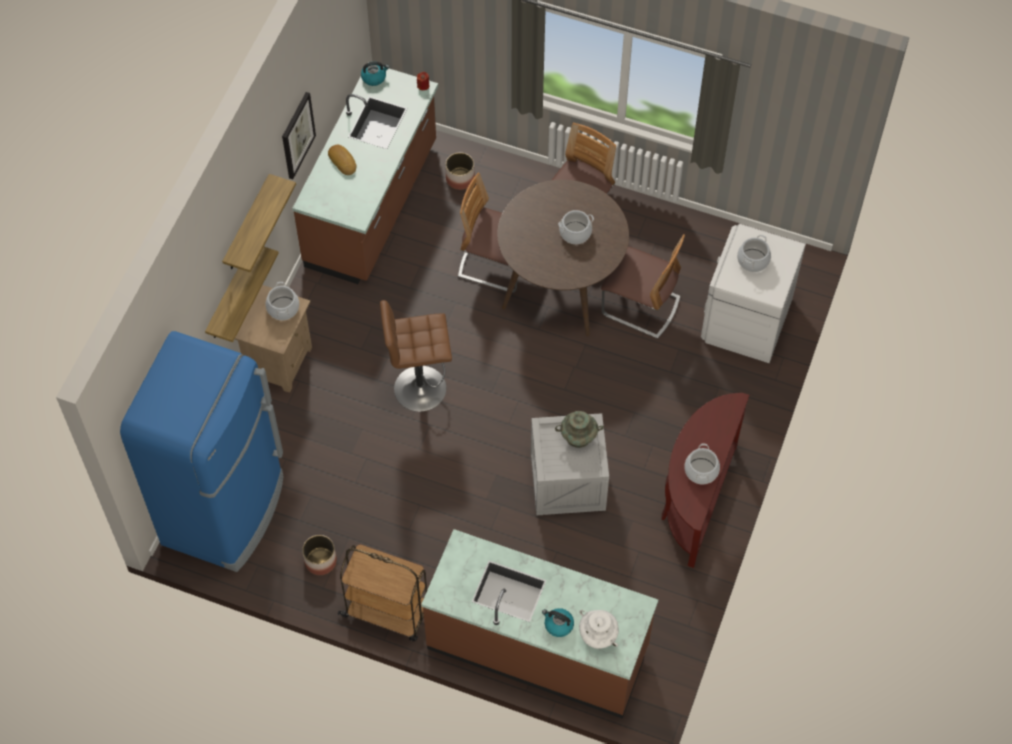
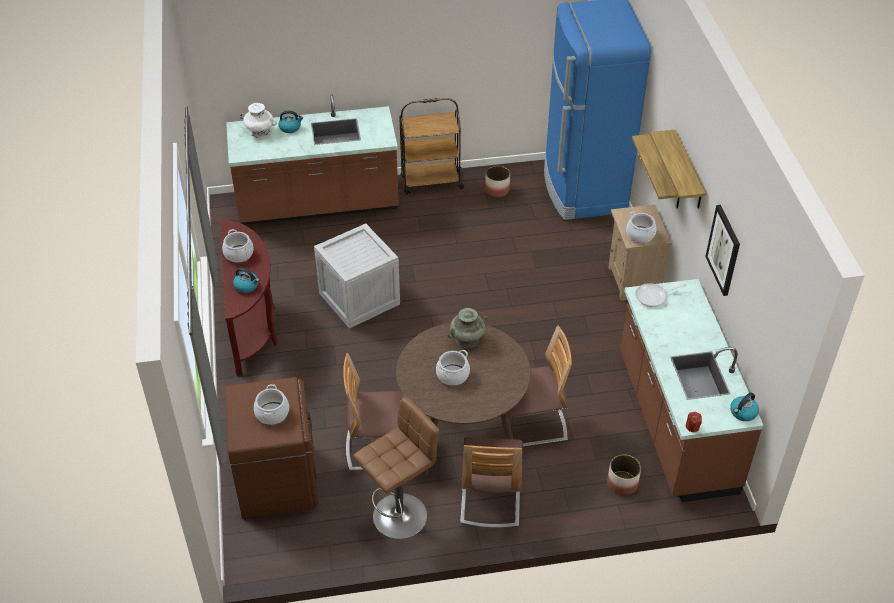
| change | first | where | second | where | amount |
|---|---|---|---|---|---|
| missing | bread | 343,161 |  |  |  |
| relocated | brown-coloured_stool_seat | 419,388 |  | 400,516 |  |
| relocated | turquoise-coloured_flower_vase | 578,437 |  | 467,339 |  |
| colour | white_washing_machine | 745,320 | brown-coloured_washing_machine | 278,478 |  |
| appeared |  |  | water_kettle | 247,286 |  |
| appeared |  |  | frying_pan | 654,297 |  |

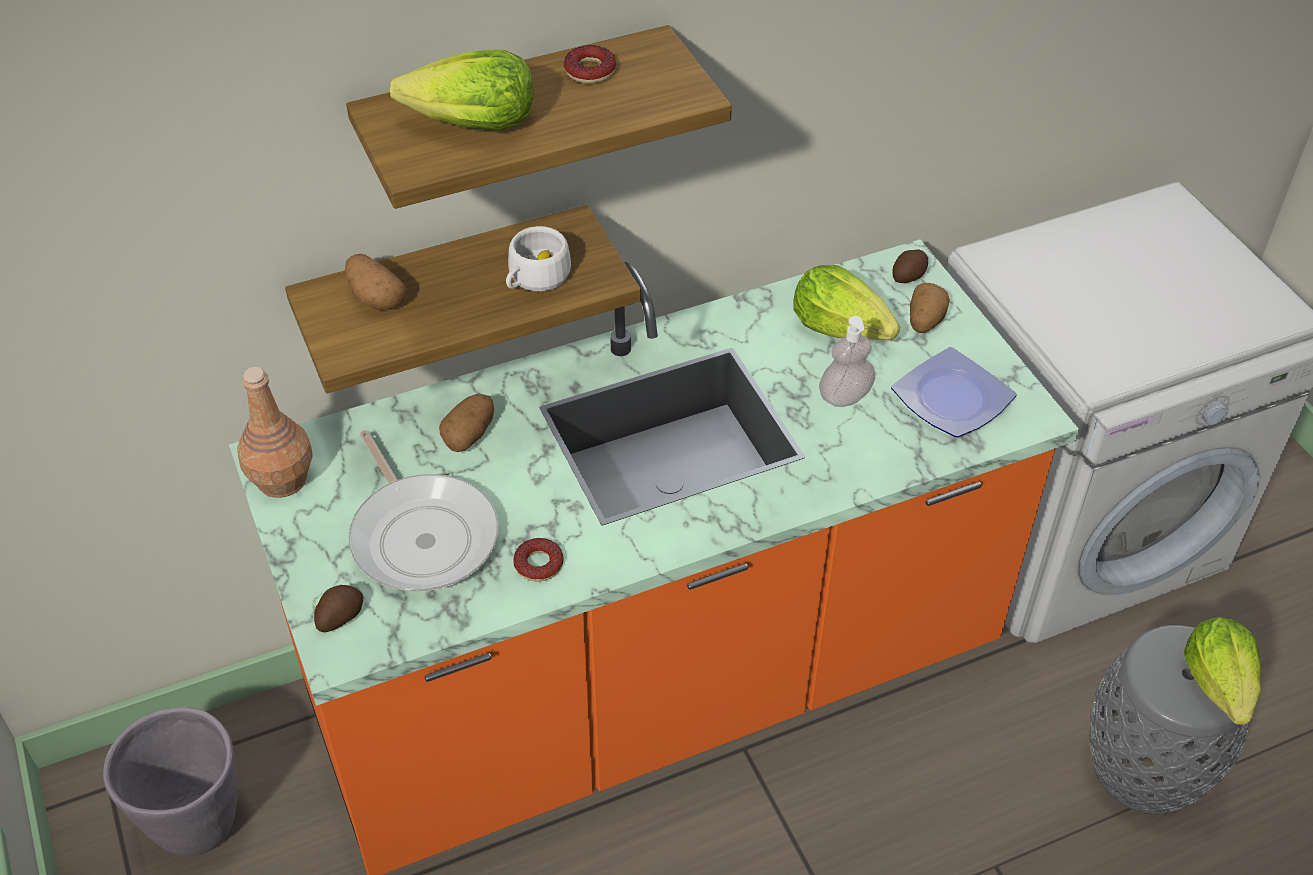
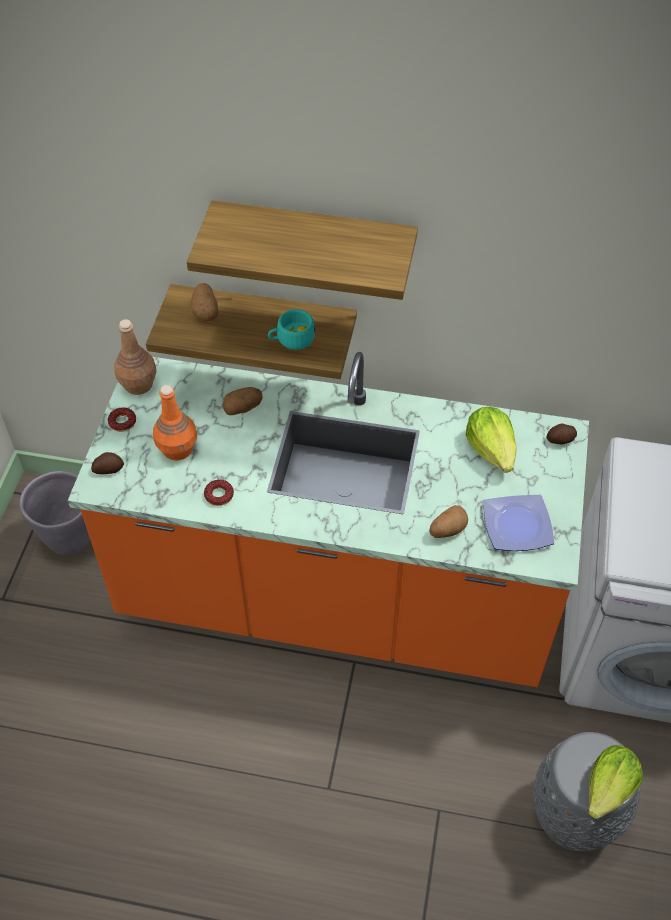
| change | first | where | second | where | amount |
|---|---|---|---|---|---|
| exchanged | frying_pan | 422,534 | orange-coloured_beverage_bottle | 178,448 |  |
| missing | head_of_lettuce | 472,124 |  |  |  |
| colour | white_cup | 535,278 | turquoise-coloured_cup | 291,339 |  |
| relocated | ring_doughnut | 590,71 |  | 122,422 |  |
| missing | liquid_soap_bottle | 845,396 |  |  |  |
| relocated | whole_potato | 924,321 |  | 447,530 |  |

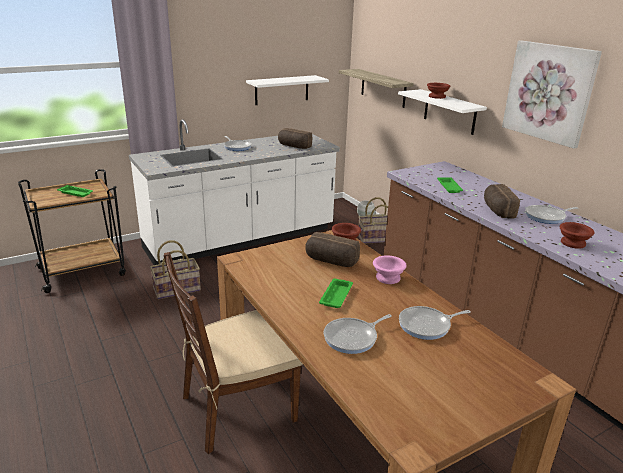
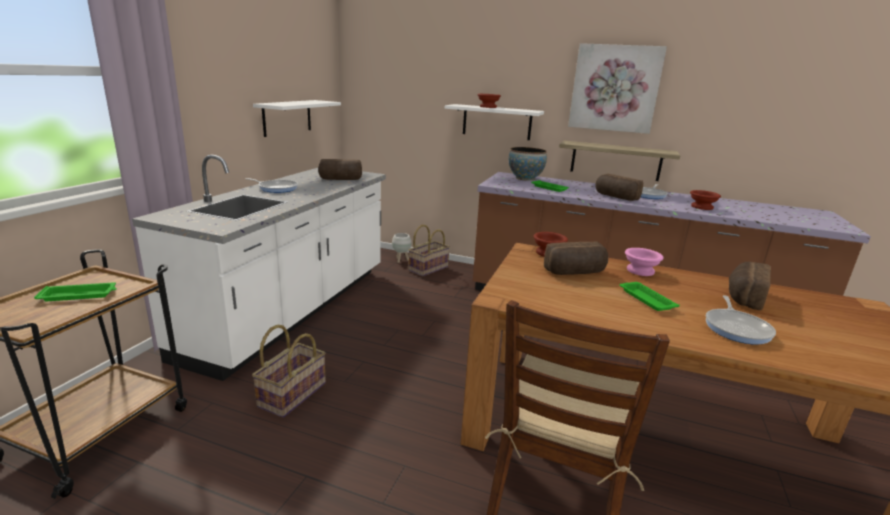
| change | first | where | second | where | amount |
|---|---|---|---|---|---|
| relocated | bracket_shelf | 383,88 |  | 615,161 |  |
| exchanged | frying_pan | 427,325 | bread | 743,296 |  |
| appeared |  |  | deep_dish | 525,178 |  |

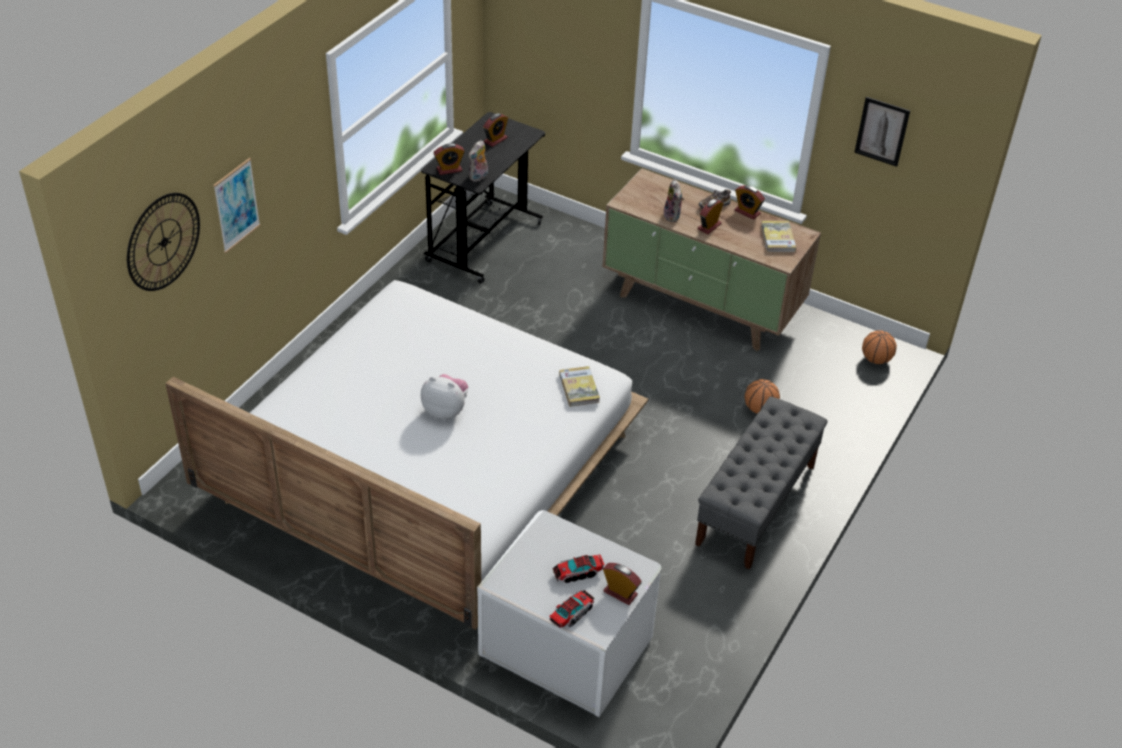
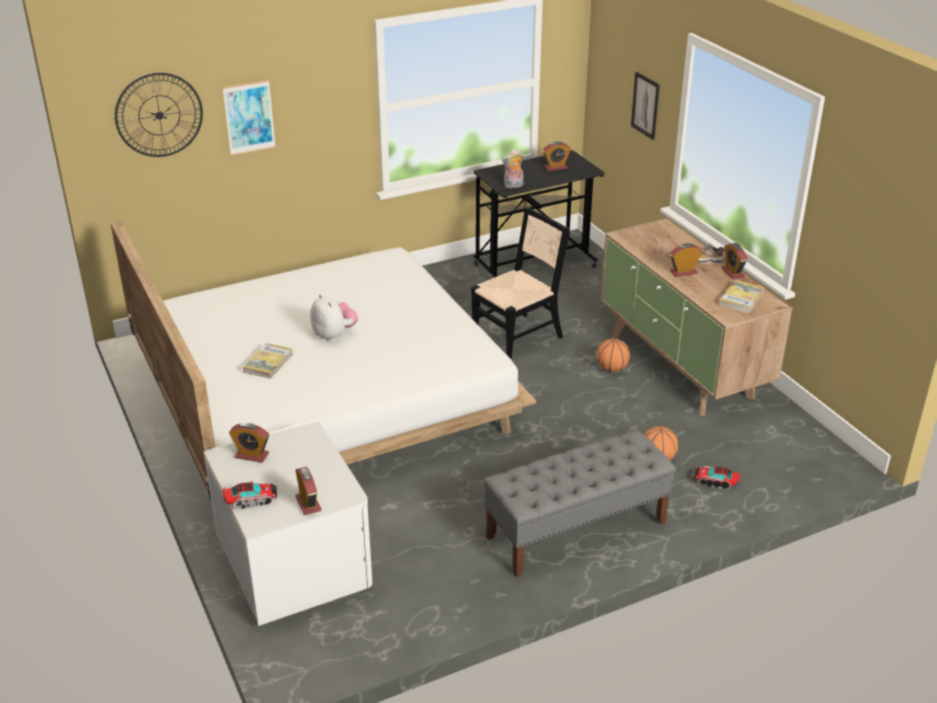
| change | first | where | second | where | amount |
|---|---|---|---|---|---|
| relocated | alarm_clock | 449,169 |  | 251,455 |  |
| relocated | toy_truck | 577,573 |  | 715,482 |  |
| relocated | bound_book | 579,388 |  | 268,363 |  |
| missing | soft_toy | 673,216 |  |  |  |
| relocated | wall_picture | 882,131 |  | 645,105 |  |
| relocated | basketball_ball | 876,359 |  | 612,369 |  |
| appeared |  |  | upright_chair | 517,338 |  |

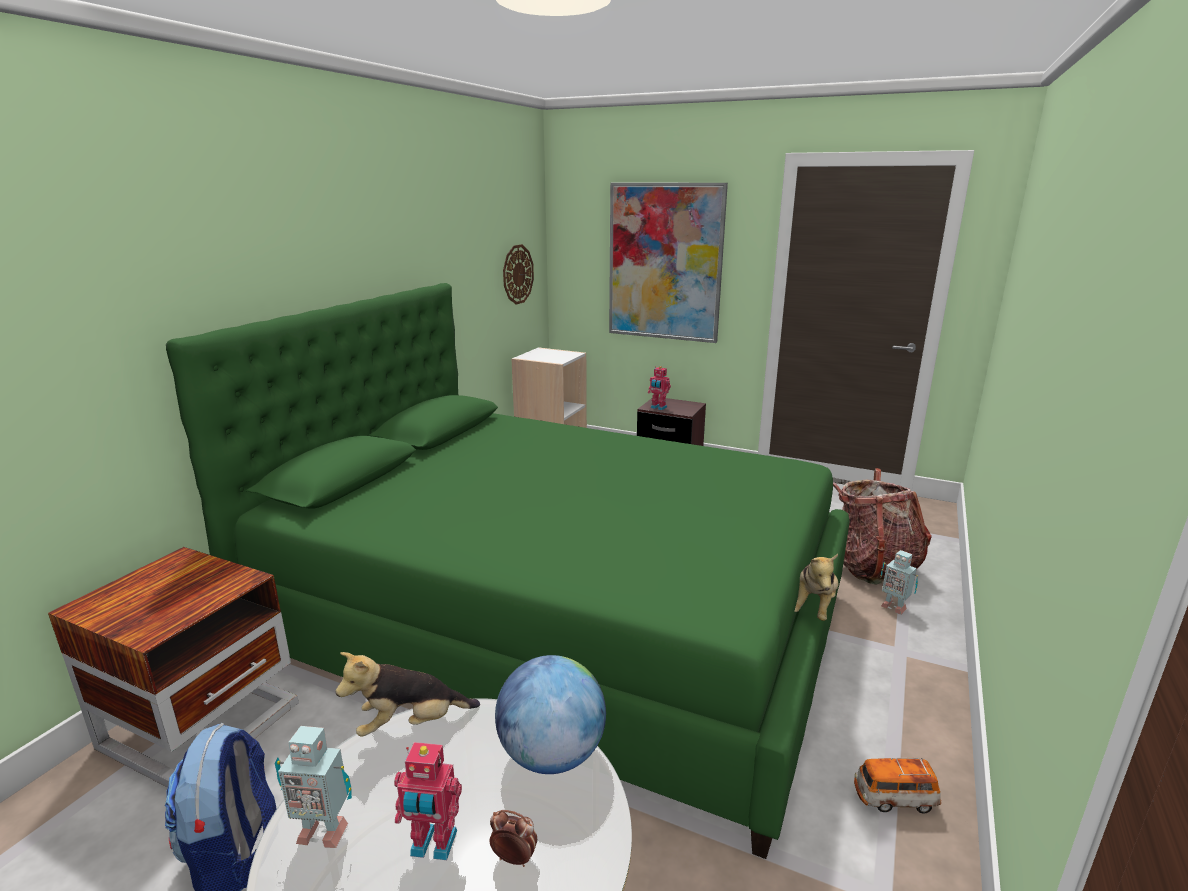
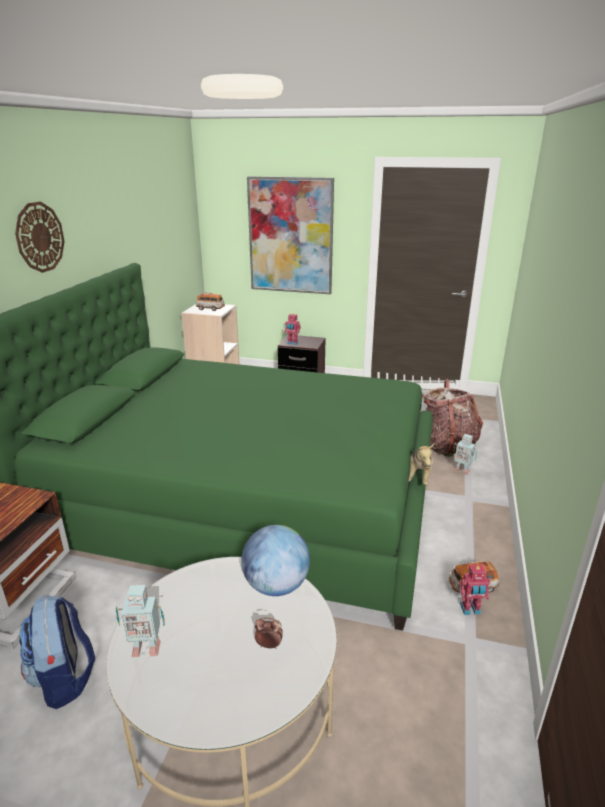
| change | first | where | second | where | amount |
|---|---|---|---|---|---|
| missing | soft_toy | 410,724 |  |  |  |
| relocated | robot_figure | 433,846 |  | 470,610 |  |
| relocated | wall_clock | 517,274 |  | 39,237 |  |
| appeared |  |  | miniature_car | 210,309 |  |

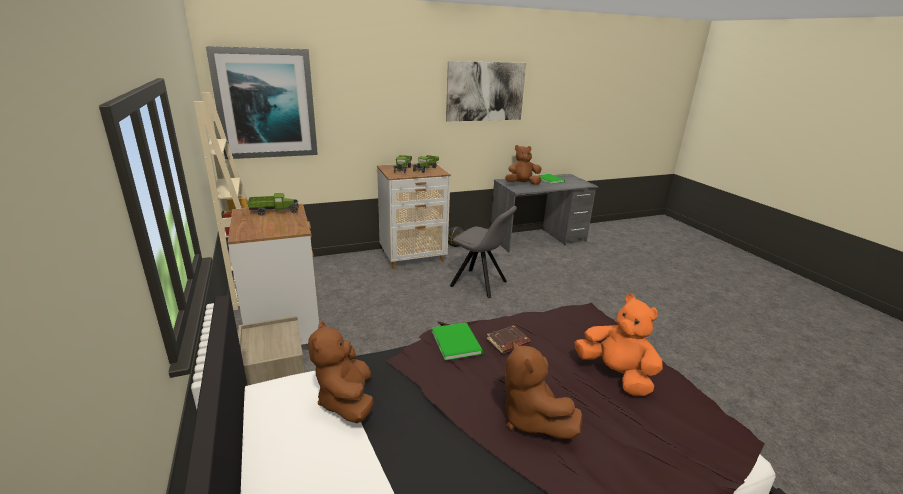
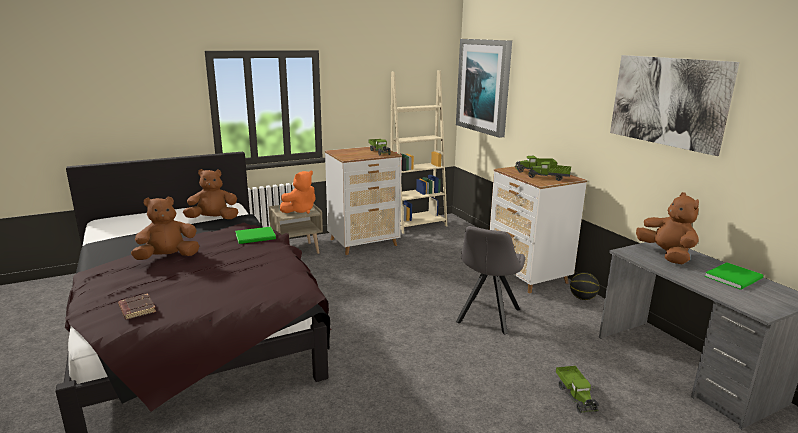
| change | first | where | second | where | amount |
|---|---|---|---|---|---|
| relocated | brown-coloured_bound_book | 508,342 |  | 136,309 |  |
| relocated | orange-coloured_soft_toy | 615,374 |  | 300,210 |  |
| appeared |  |  | toy_truck | 576,395 |  |

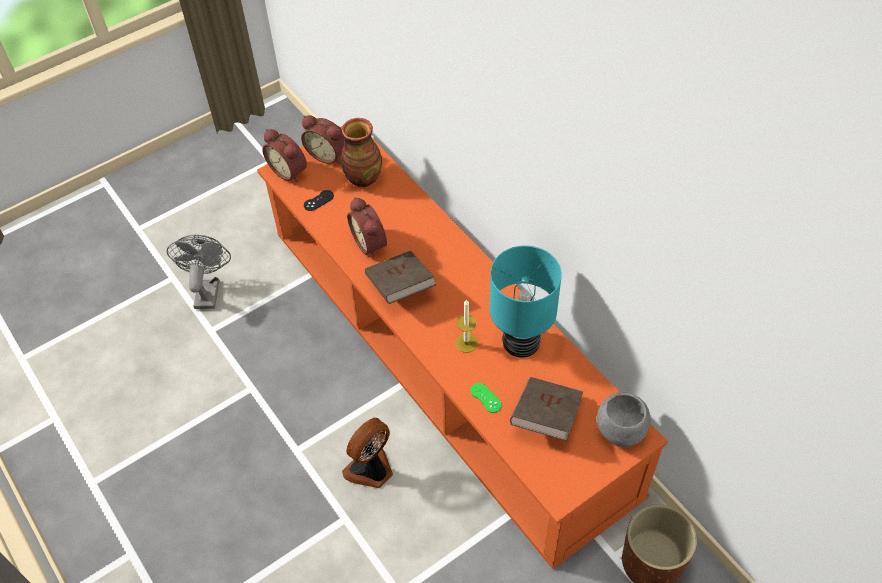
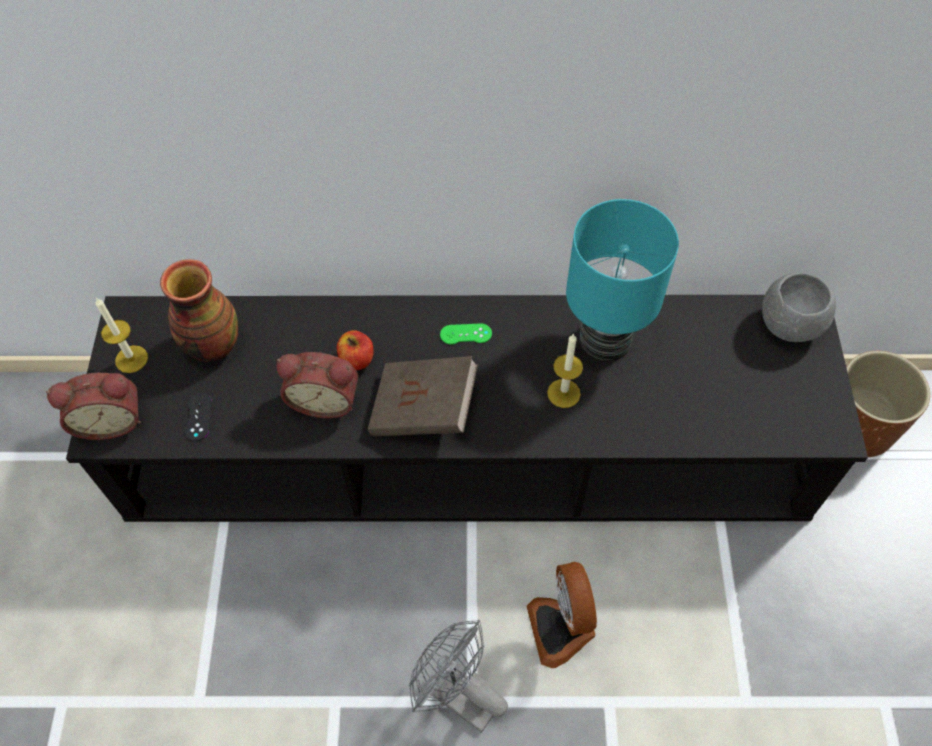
| change | first | where | second | where | amount |
|---|---|---|---|---|---|
| relocated | grey_electric_fan | 207,290 |  | 458,694 |  |
| colour | orange-coloured_tv_stand | 445,353 | black_tv_stand | 467,448 |  |
| exchanged | alarm_clock | 328,154 | candle | 131,359 |  |
| relocated | green-coloured_joypad | 485,397 |  | 466,334 |  |
| missing | brown-coloured_bound_book | 545,417 |  |  |  |
| appeared |  |  | apple_fruit | 357,359 |  |

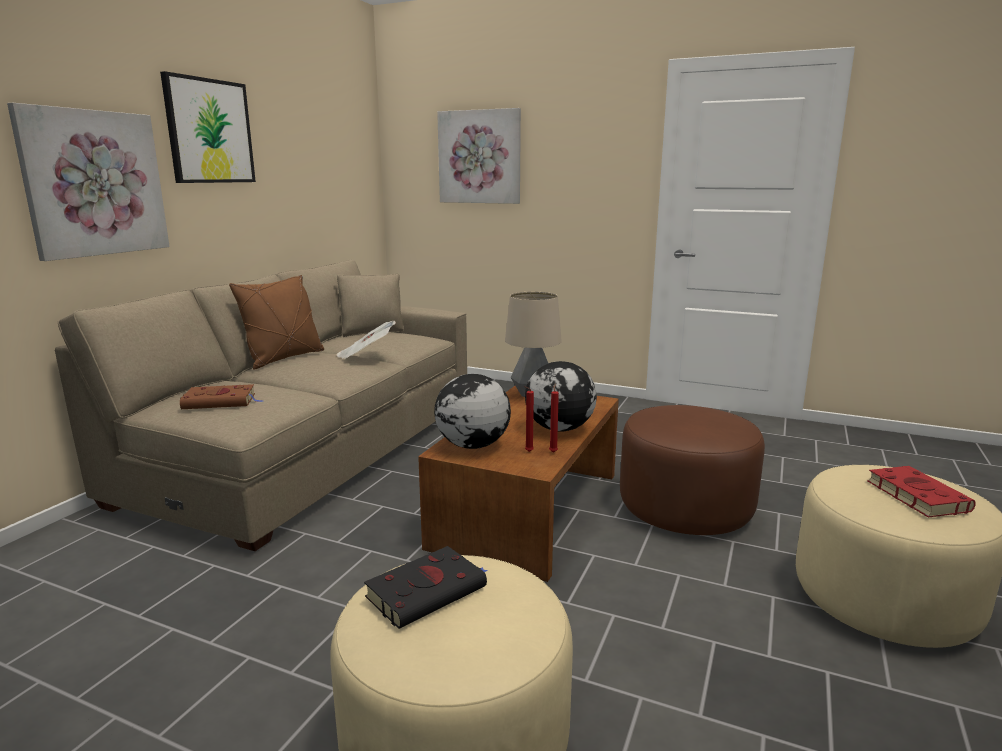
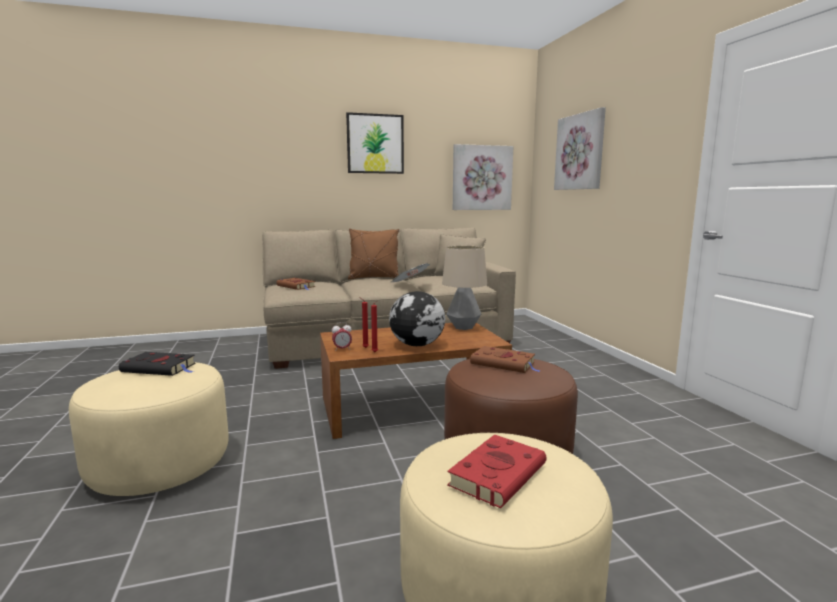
| change | first | where | second | where | amount |
|---|---|---|---|---|---|
| relocated | wall_picture | 94,183 |  | 481,178 |  |
| missing | desk_globe | 472,446 |  |  |  |
| appeared |  |  | alarm_clock | 342,349 |  |
| appeared |  |  | brown-coloured_bound_book | 504,364 |  |

